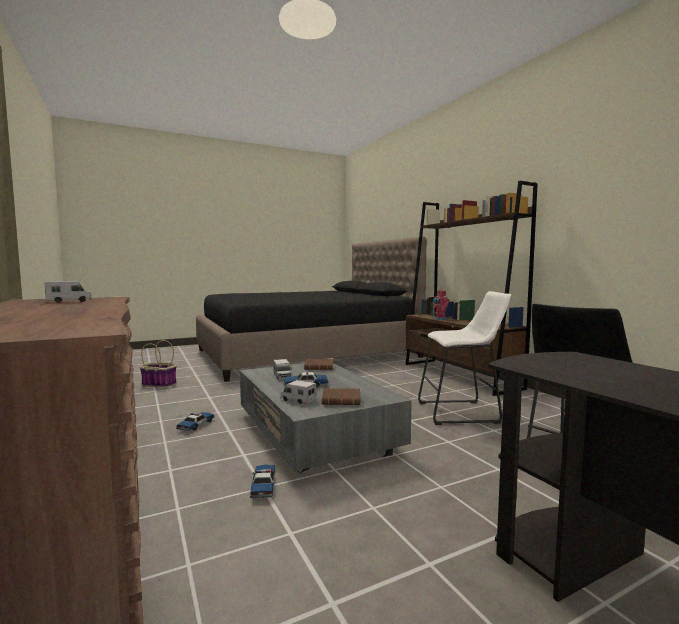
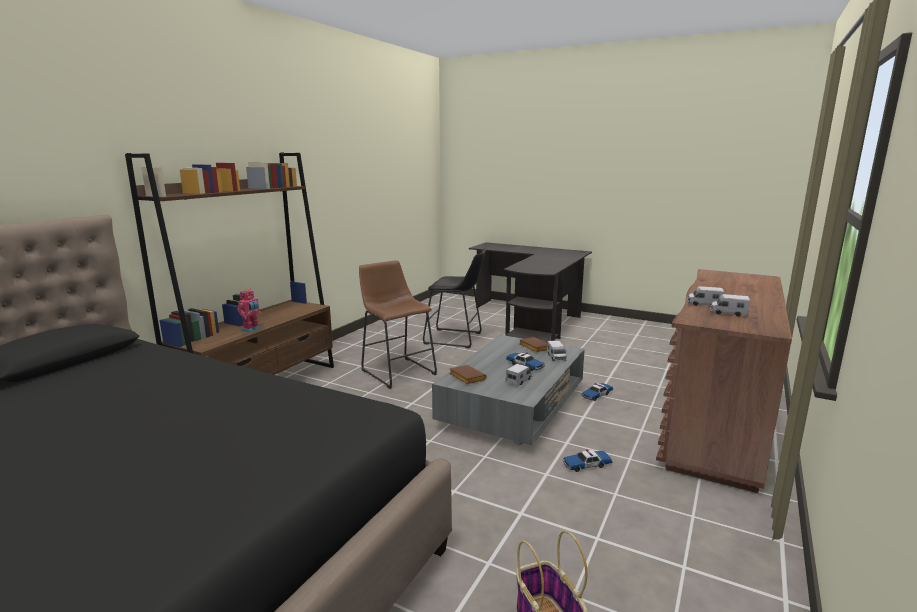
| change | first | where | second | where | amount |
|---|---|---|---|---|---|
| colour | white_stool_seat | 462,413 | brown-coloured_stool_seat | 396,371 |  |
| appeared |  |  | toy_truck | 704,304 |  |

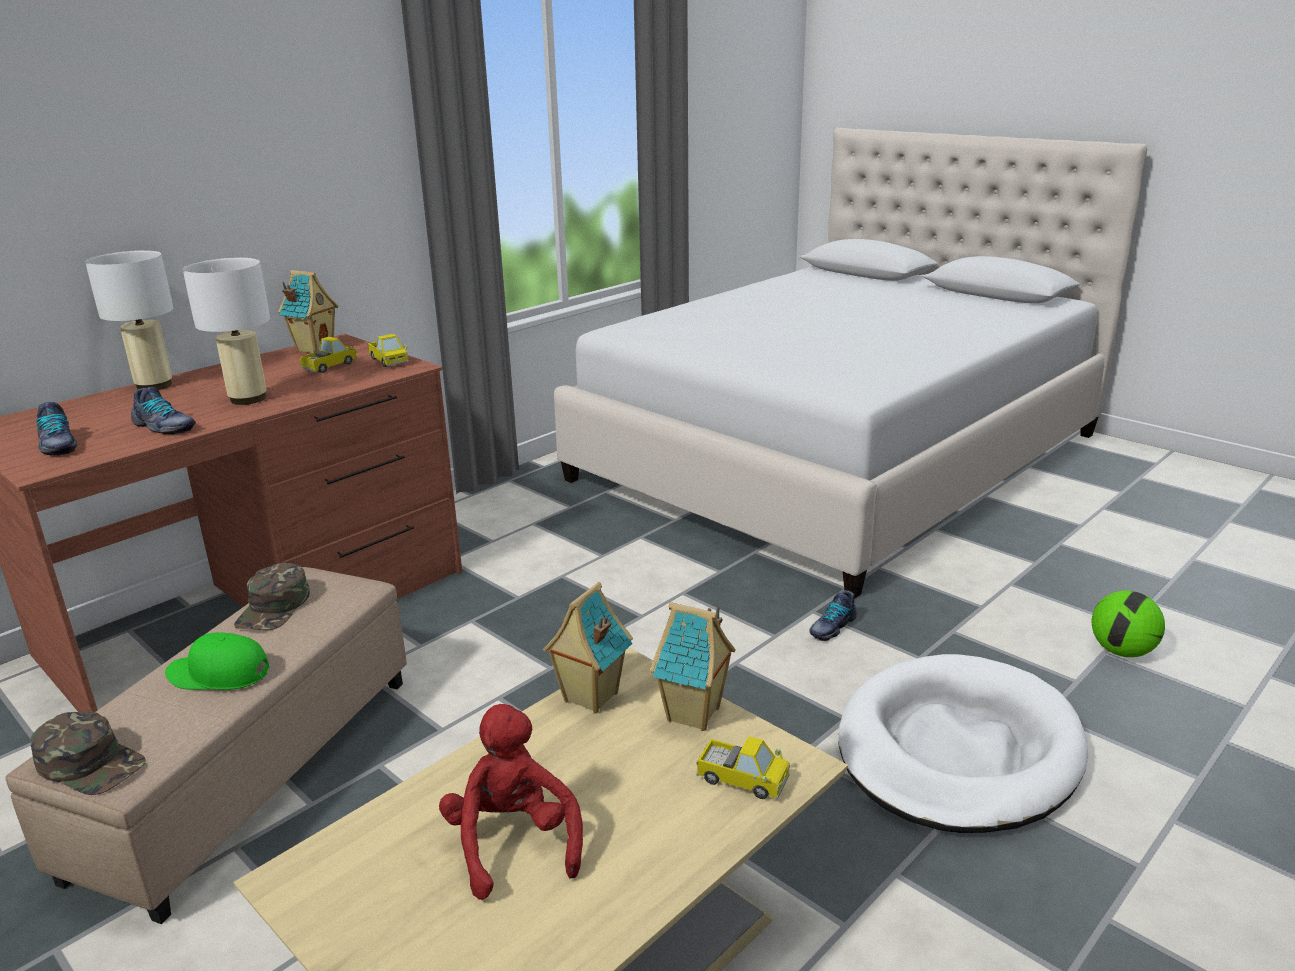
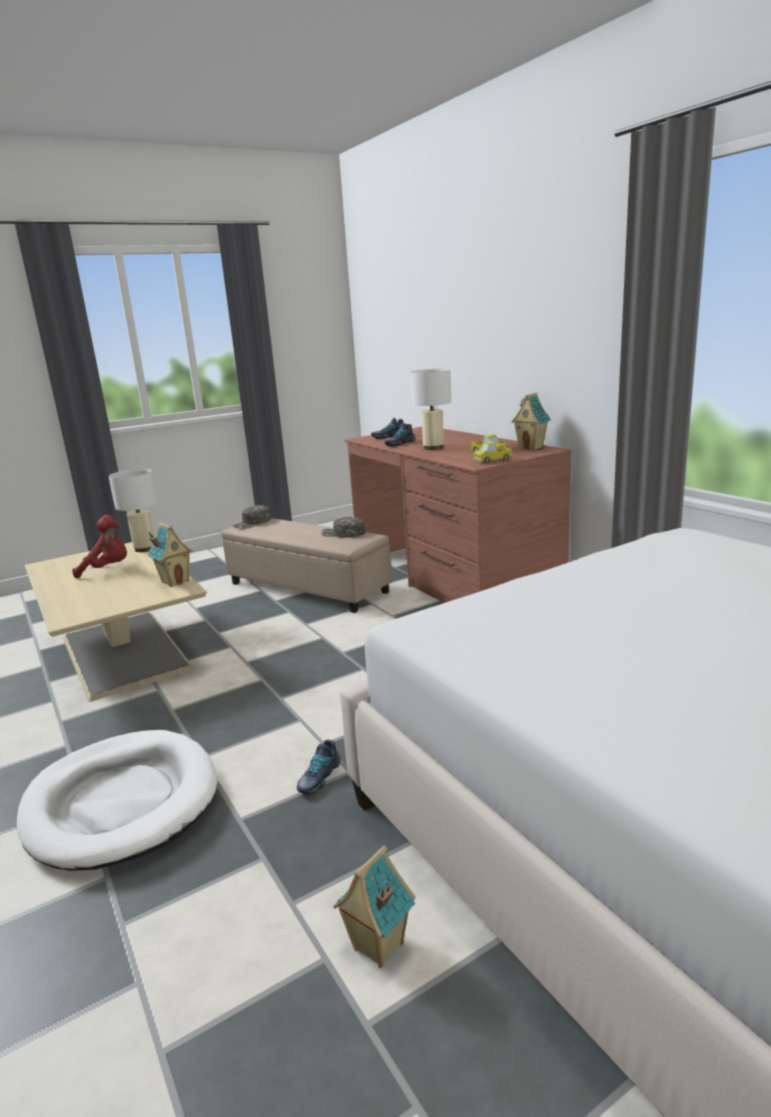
| change | first | where | second | where | amount |
|---|---|---|---|---|---|
| relocated | white_lamp_for_a_table | 155,385 |  | 145,549 |  |
| missing | green-coloured_peaked_cap | 219,674 |  |  |  |
| relocated | miniature_house | 694,715 |  | 377,947 |  |
| missing | toy_truck | 742,780 |  |  |  |
| spun | shoe | 832,627 |  | 318,777 | 120 degrees counterclockwise |
| missing | football | 1121,651 |  |  |  |

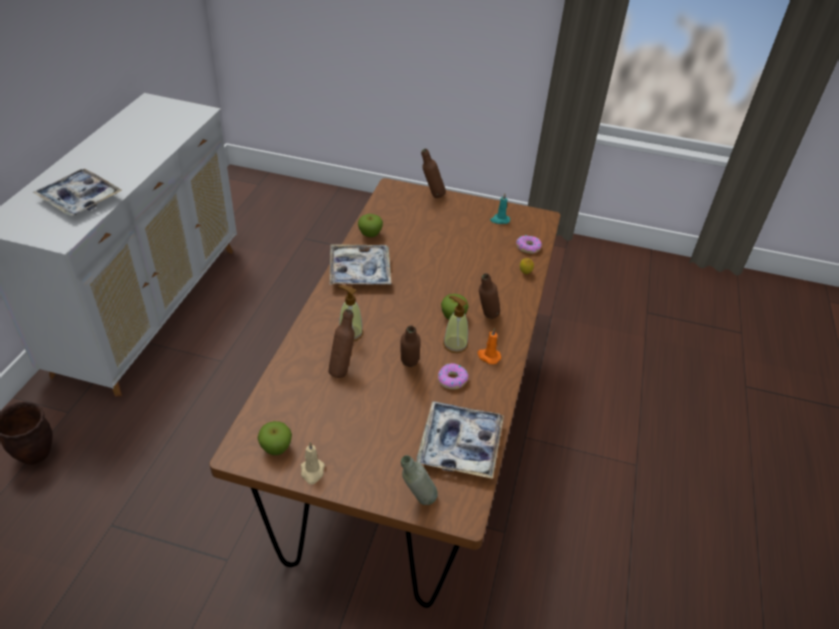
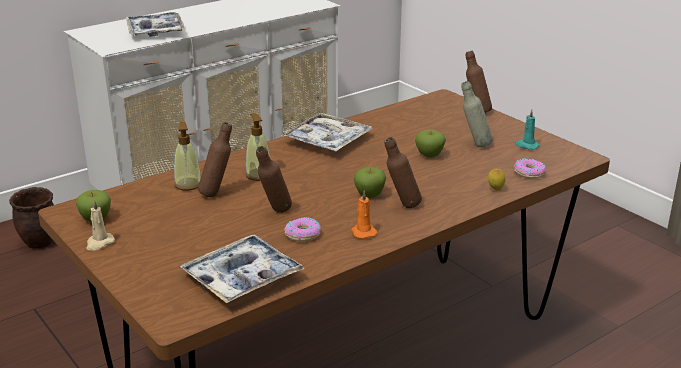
| change | first | where | second | where | amount |
|---|---|---|---|---|---|
| relocated | apple_fruit | 370,235 |  | 429,155 |  |
| relocated | grey_beverage_bottle | 417,502 |  | 474,145 |  |
| relocated | liquid_soap_bottle | 455,344 |  | 188,184 |  |

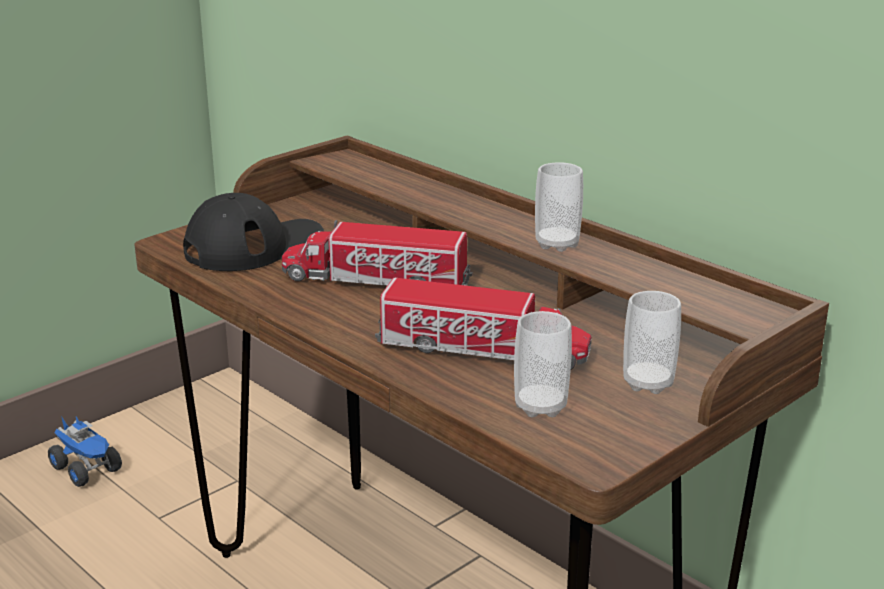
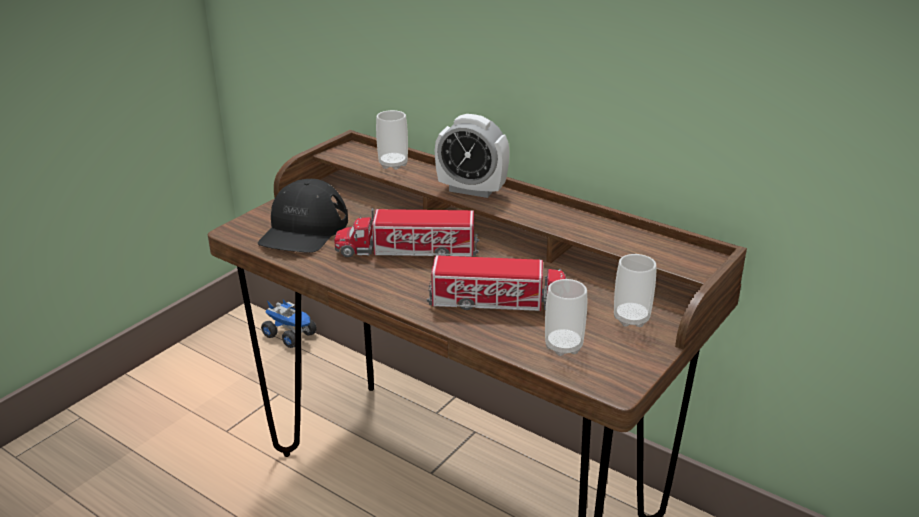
| change | first | where | second | where | amount |
|---|---|---|---|---|---|
| relocated | toy_truck | 87,469 |  | 290,335 |  |
| spun | black_peaked_cap | 254,247 |  | 303,229 | 150 degrees clockwise |
| relocated | cup | 557,244 |  | 393,164 |  |
| appeared |  |  | alarm_clock | 471,190 |  |

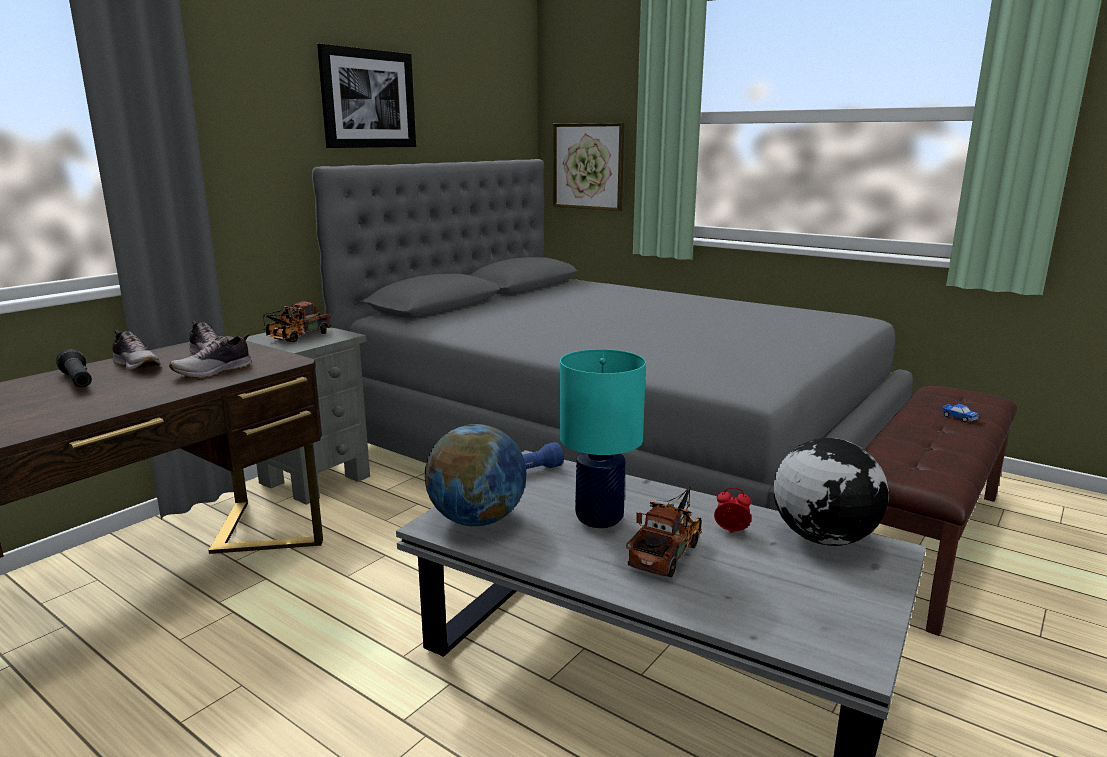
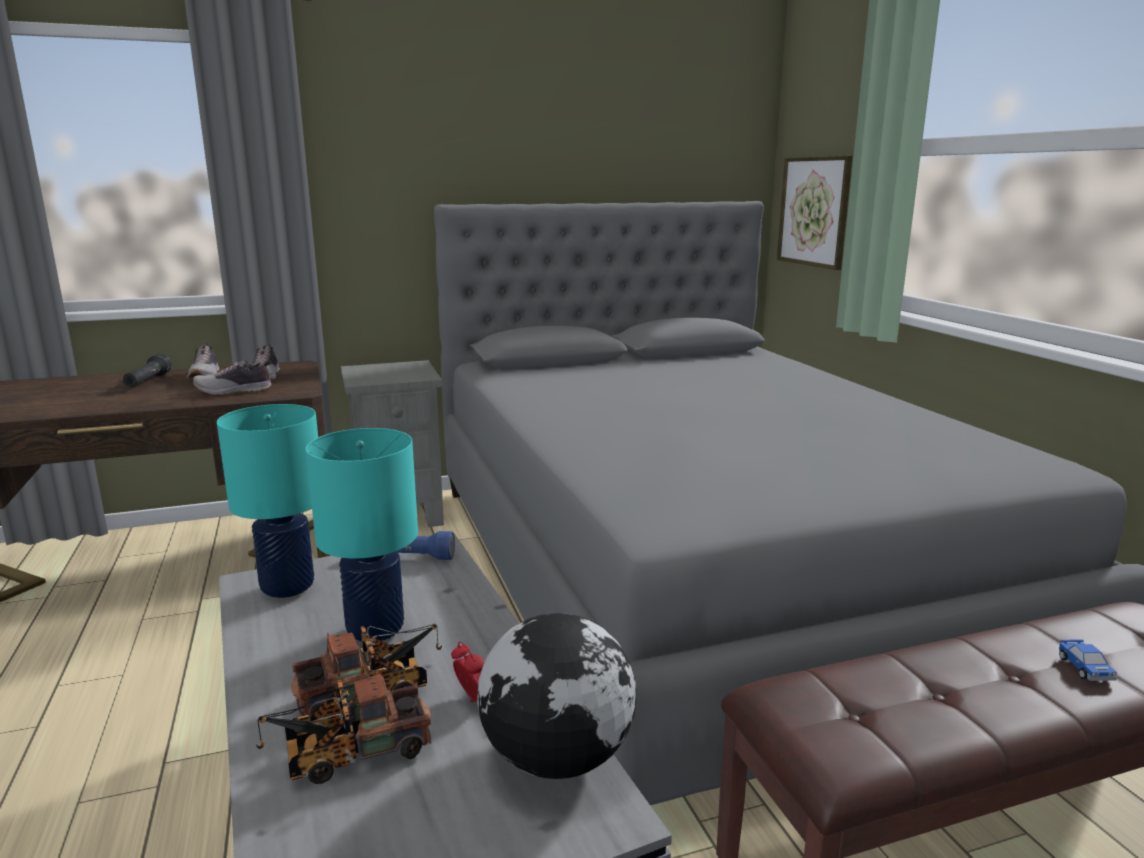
| change | first | where | second | where | amount |
|---|---|---|---|---|---|
| relocated | toy_truck | 296,337 |  | 349,755 |  |
| missing | wall_picture | 368,99 |  |  |  |
| exchanged | desk_globe | 477,520 | turquoise-coloured_lamp_for_a_table | 287,590 |  |

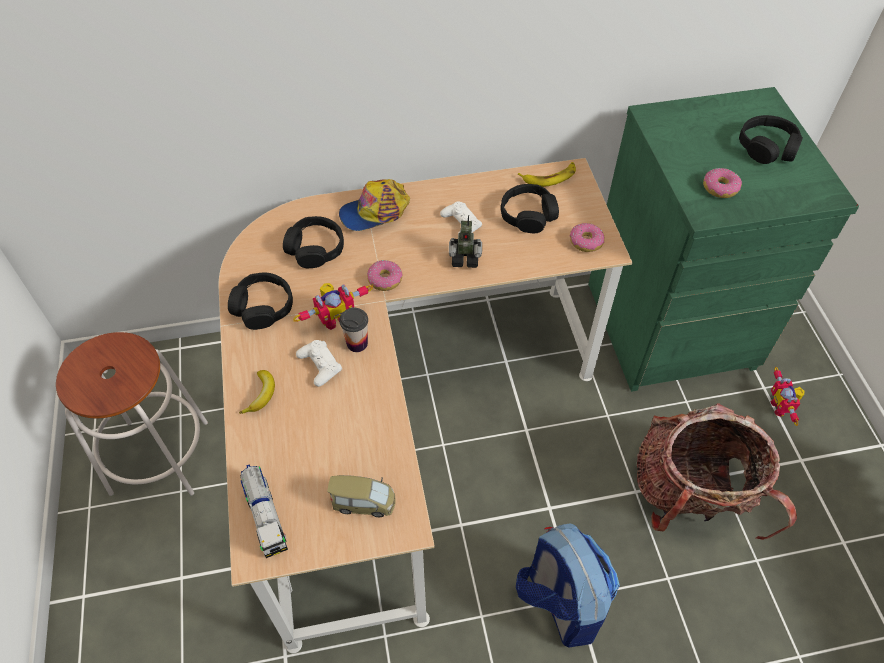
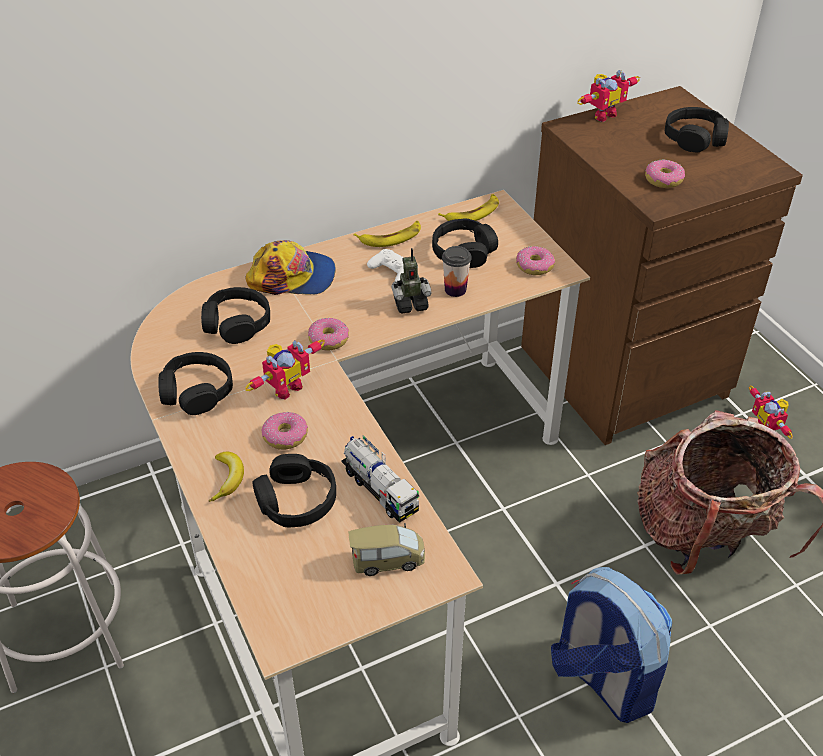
| change | first | where | second | where | amount |
|---|---|---|---|---|---|
| relocated | toy_truck | 265,516 |  | 379,490 |  |
| exchanged | white_joypad | 320,365 | ring_doughnut | 285,436 |  |
| spun | peaked_cap | 375,212 |  | 293,277 | 135 degrees counterclockwise |
| relocated | cup | 357,343 |  | 455,290 |  |
| colour | green-coloured_chest_of_drawers | 671,326 | brown-coloured_chest_of_drawers | 625,371 |  |
| appeared |  |  | black_pair_of_headphones | 296,500 |  |
| appeared |  |  | whole_banana | 391,237 |  |
| appeared |  |  | robot_figure | 602,114 |  |

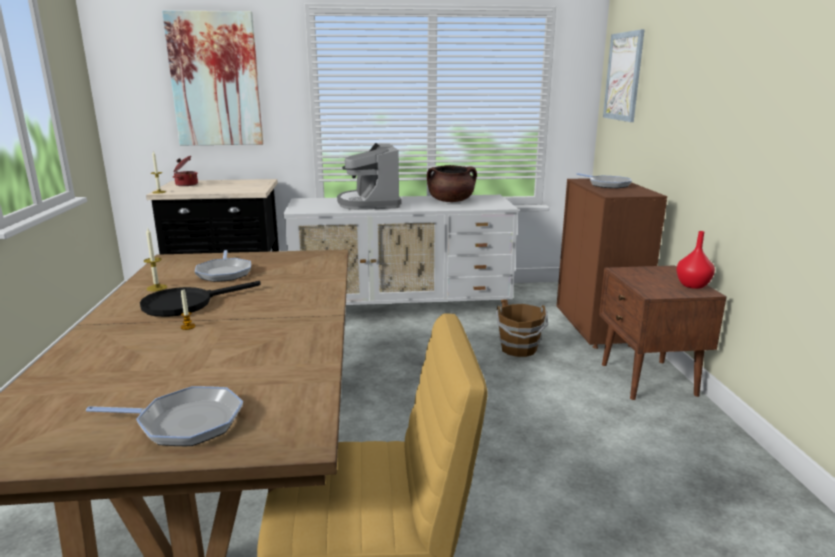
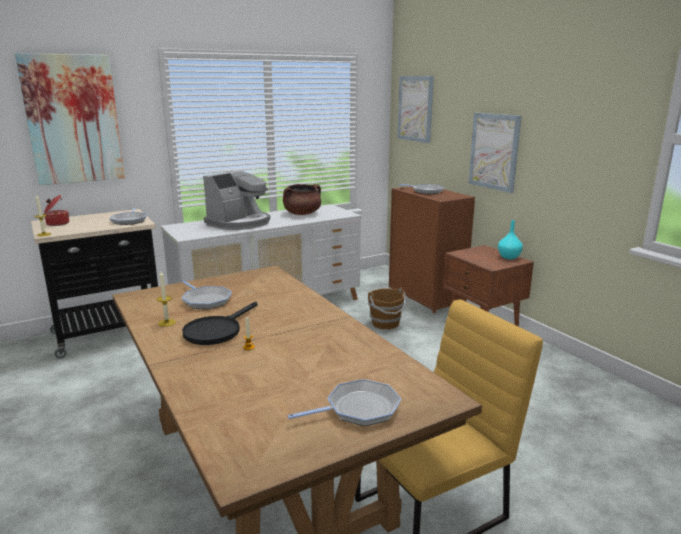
| change | first | where | second | where | amount |
|---|---|---|---|---|---|
| spun | coffee_machine | 369,203 |  | 239,223 | 105 degrees counterclockwise |
| colour | red-coloured_flower_vase | 692,286 | turquoise-coloured_flower_vase | 509,257 |  |
| appeared |  |  | frying_pan | 129,220 |  |
| appeared |  |  | wall_picture | 494,151 |  |

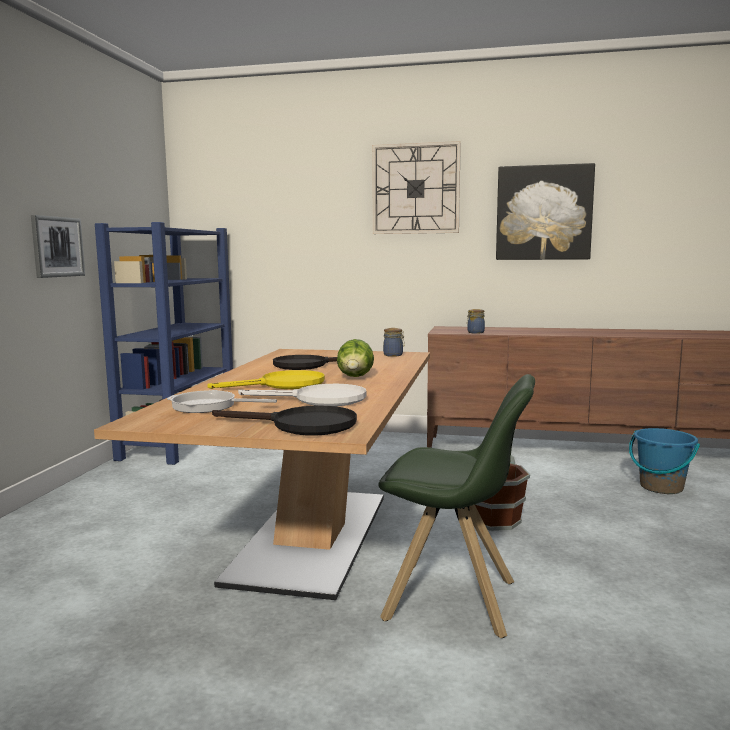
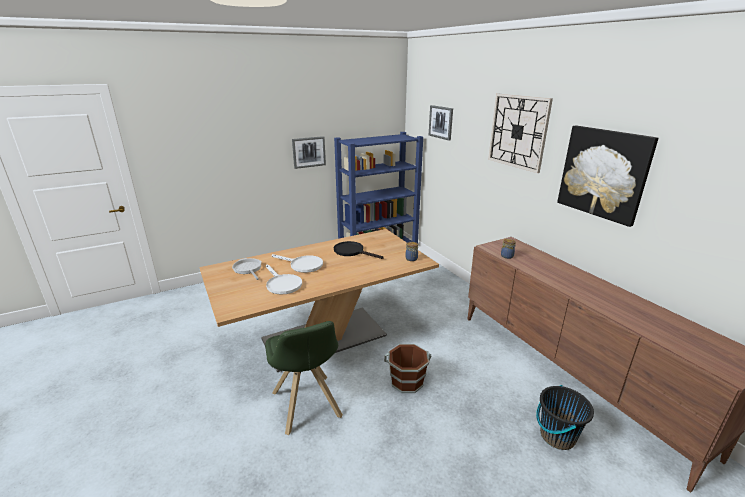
| change | first | where | second | where | amount |
|---|---|---|---|---|---|
| colour | yellowish_frying_pan | 284,385 | white_frying_pan | 302,265 |  |
| missing | black_frying_pan | 302,425 |  |  |  |
| missing | head_of_lettuce | 355,378 |  |  |  |
| colour | blue_water_bucket | 661,487 | black_water_bucket | 557,436 |  |
| appeared |  |  | wall_picture | 441,122 |  |

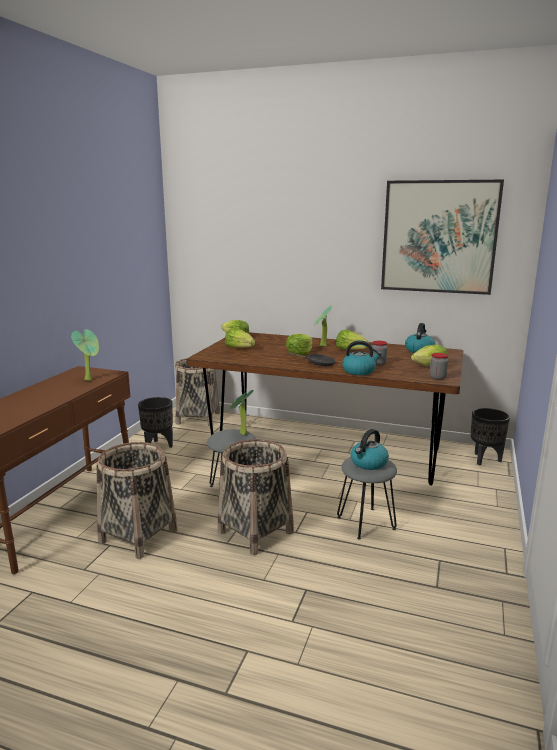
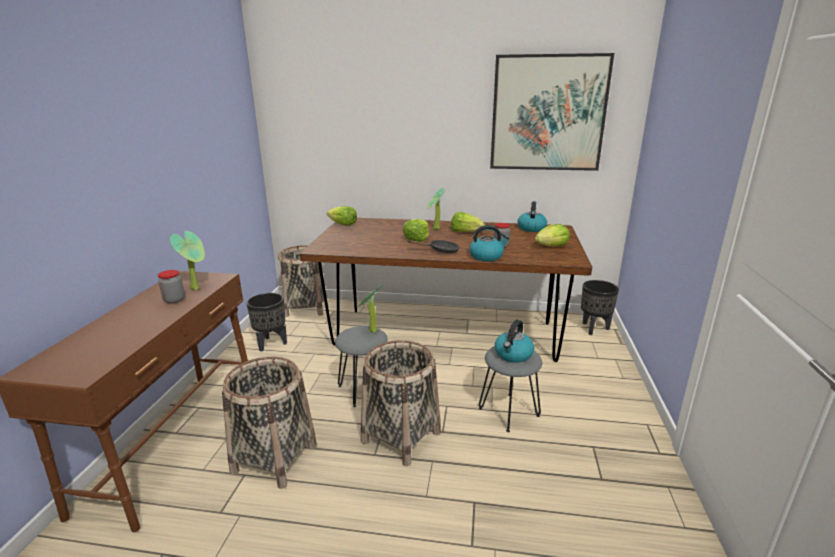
| change | first | where | second | where | amount |
|---|---|---|---|---|---|
| missing | head_of_lettuce | 239,348 |  |  |  |
| relocated | preserve_jar | 437,378 |  | 174,300 |  |

